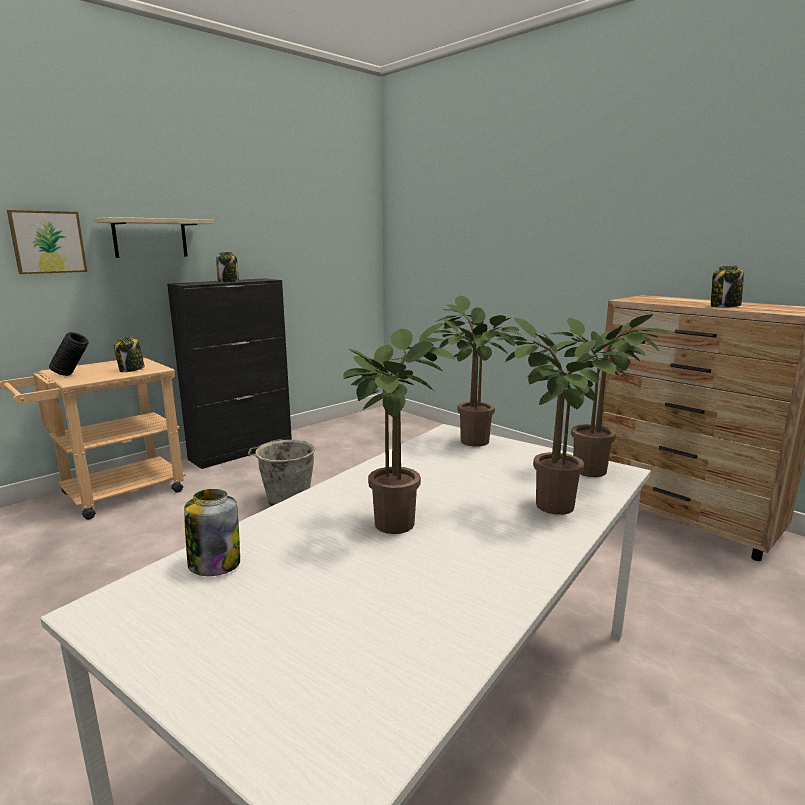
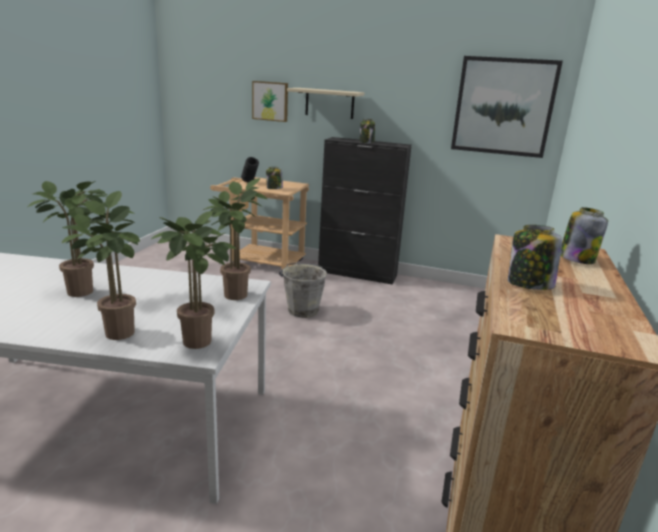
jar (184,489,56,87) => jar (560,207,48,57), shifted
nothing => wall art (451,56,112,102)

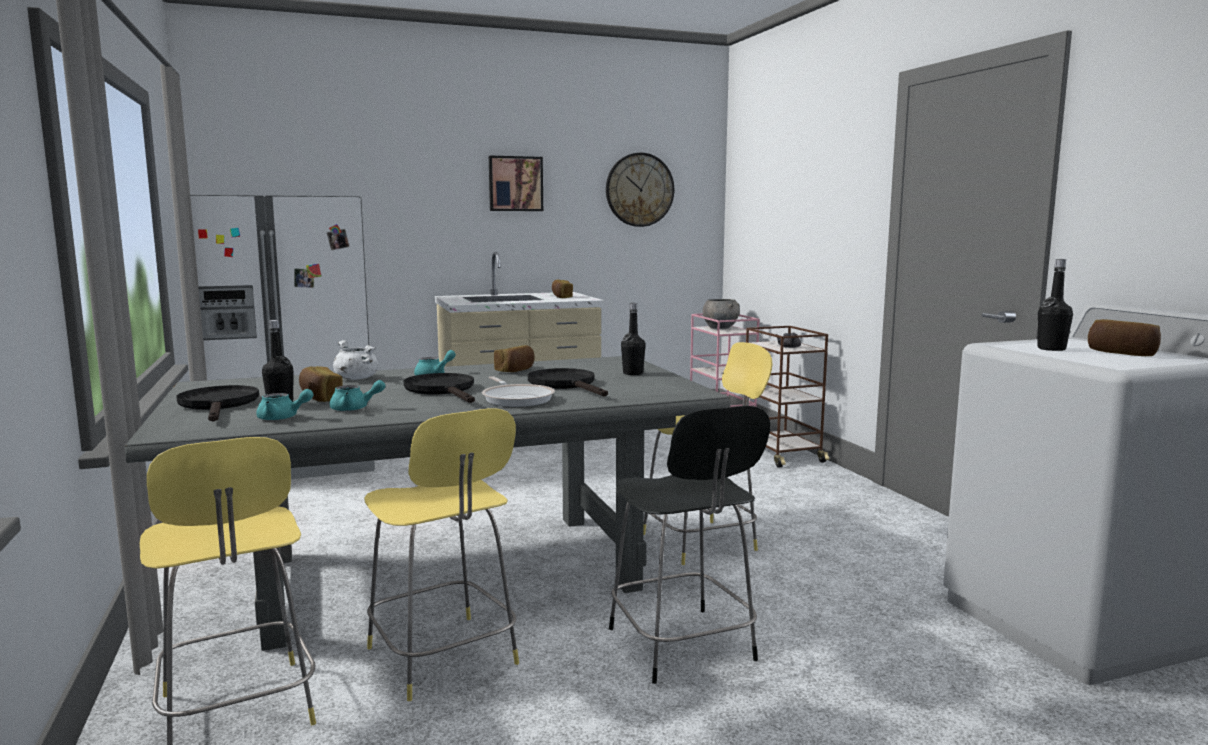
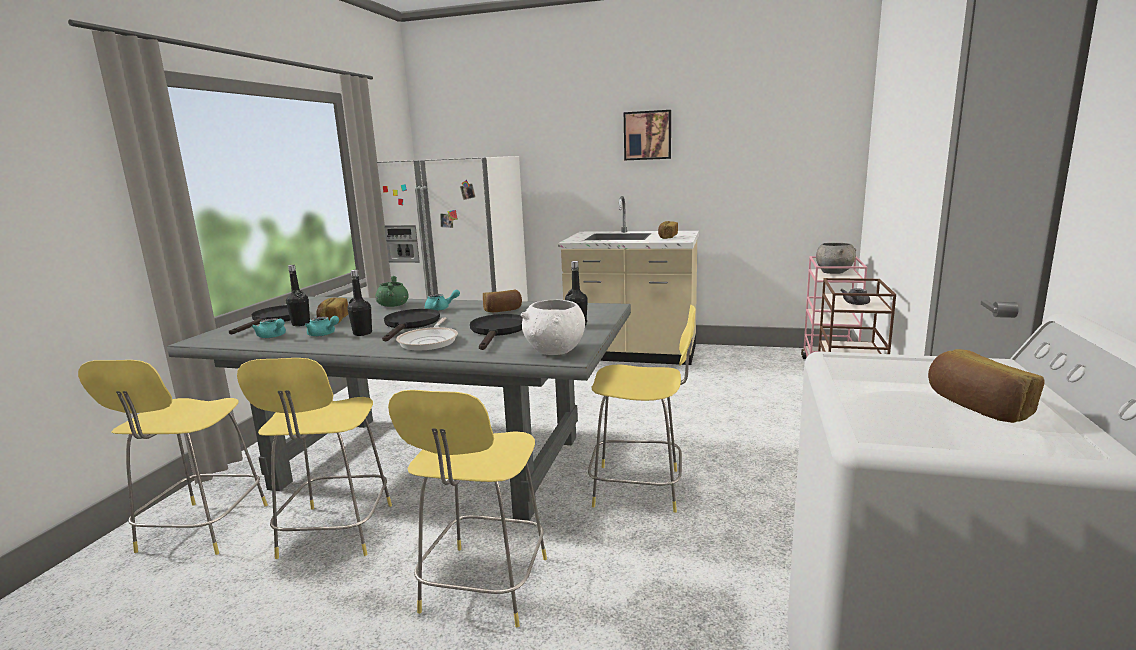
white saucepot (333,340,45,40) => green saucepot (375,276,34,31)
clock on the wall (606,152,68,75) => nothing
black-coloured stool (609,406,161,278) => yellow stool (388,390,159,237)
black-coloured bottle (1038,259,35,92) => black-coloured bottle (348,270,24,66), shifted
nothing => white serving bowl (521,300,64,55)

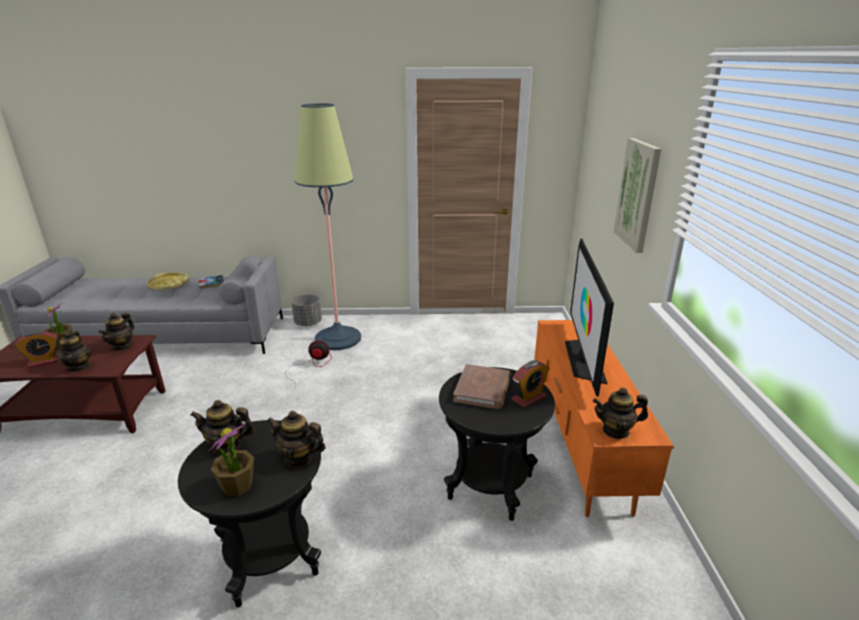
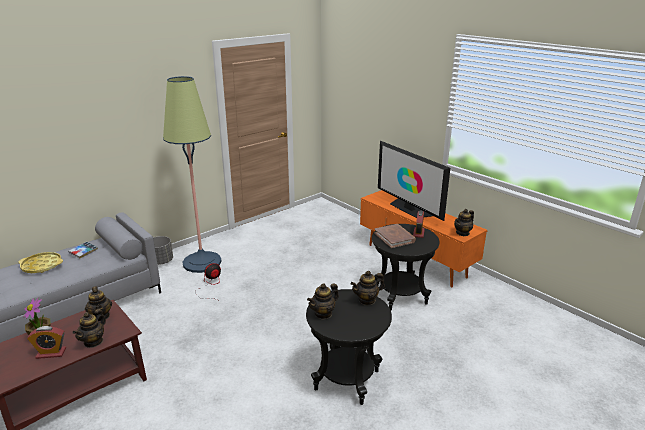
table clock (15,331,44,37) => table clock (27,326,39,33), 60 degrees clockwise
teapot (57,331,34,41) => teapot (73,309,33,39), 75 degrees clockwise
potted plant (208,423,46,73) => nothing
wall art (614,138,47,115) => nothing

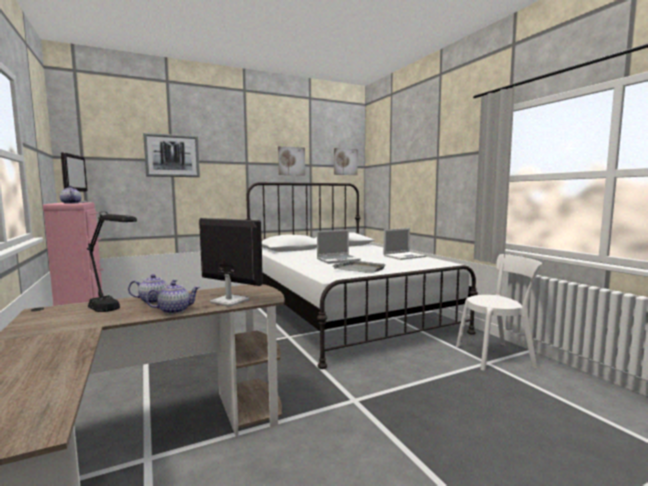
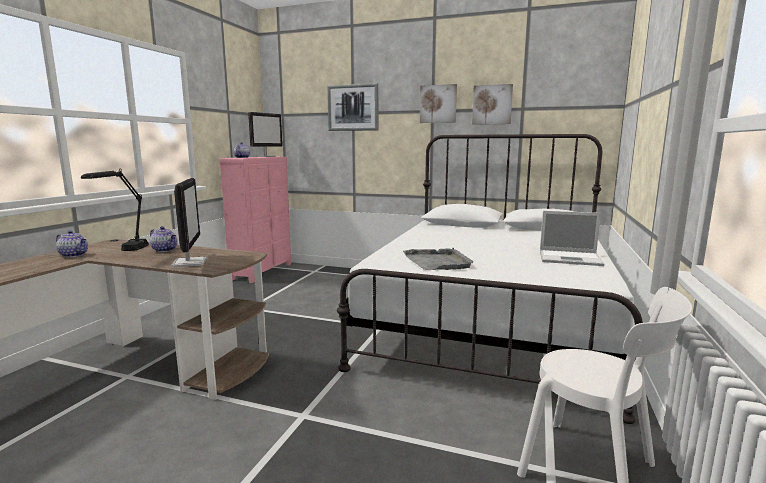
teapot (146,282,54,32) => teapot (56,230,32,27), shifted
portable computer (317,230,44,34) => nothing
wall art (334,148,24,27) => wall art (420,84,37,39), shifted

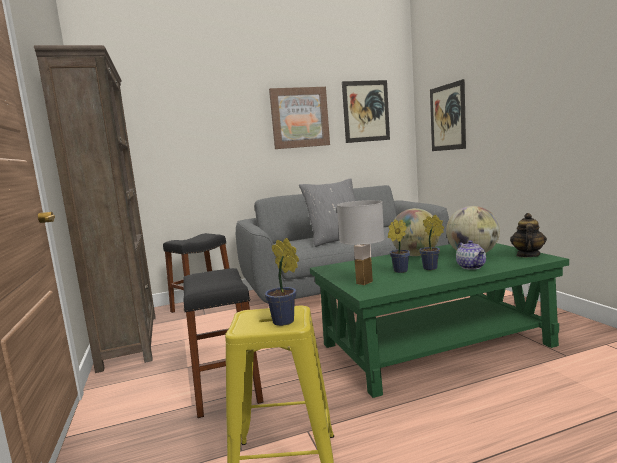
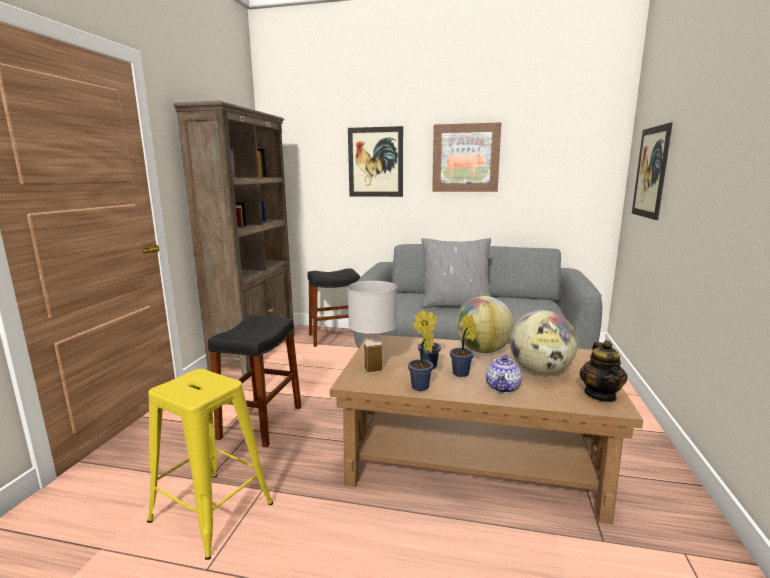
potted plant (265,238,34,88) => potted plant (408,324,26,67), shifted
green low table (310,243,259,155) => brown-coloured low table (330,335,313,189)
wall art (342,80,48,63) => wall art (348,126,55,71), shifted
teapot (510,213,37,44) => teapot (580,340,48,62), 135 degrees clockwise

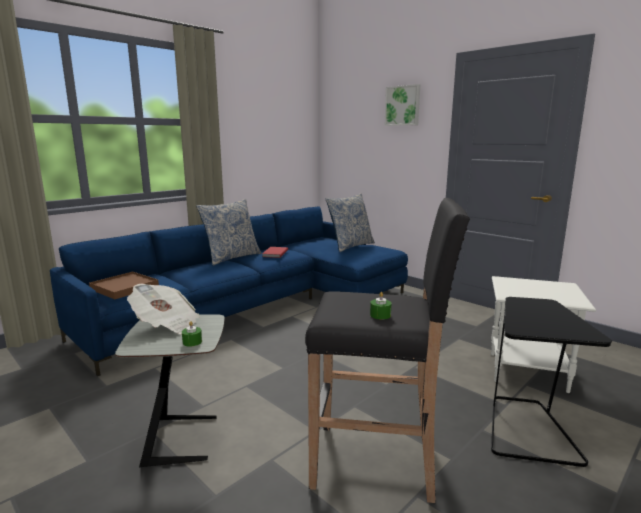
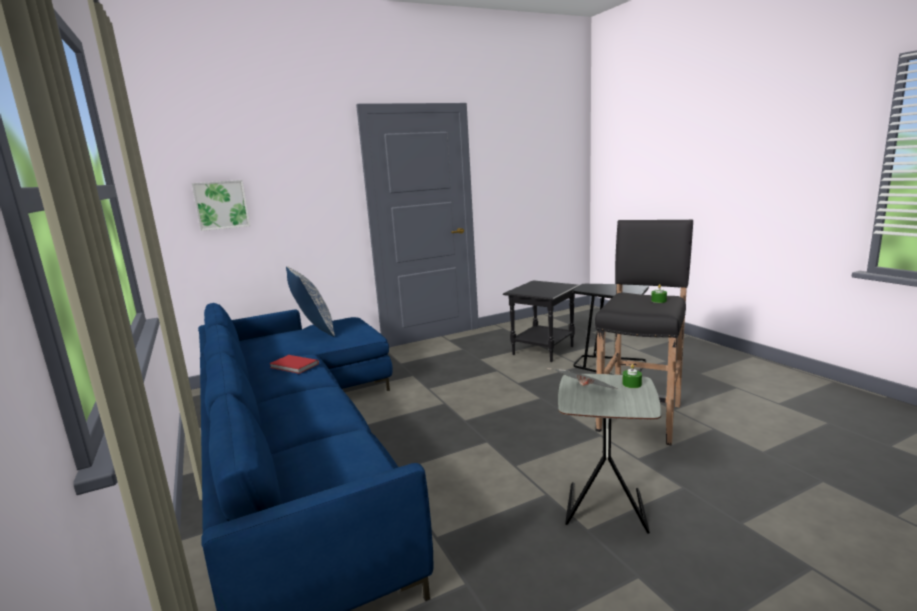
brown-coloured serving tray (89,272,70,27) => nothing
pillow (196,199,65,67) => nothing
wall art (385,84,35,42) => wall art (192,180,58,51), shifted
white side table (491,276,105,117) => black-coloured side table (503,280,76,82)

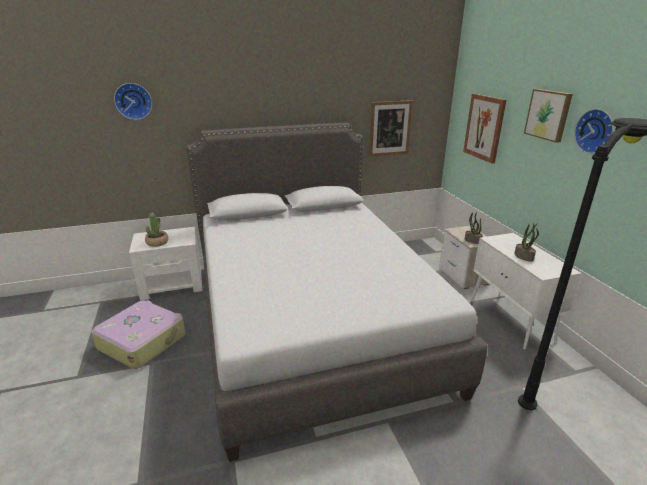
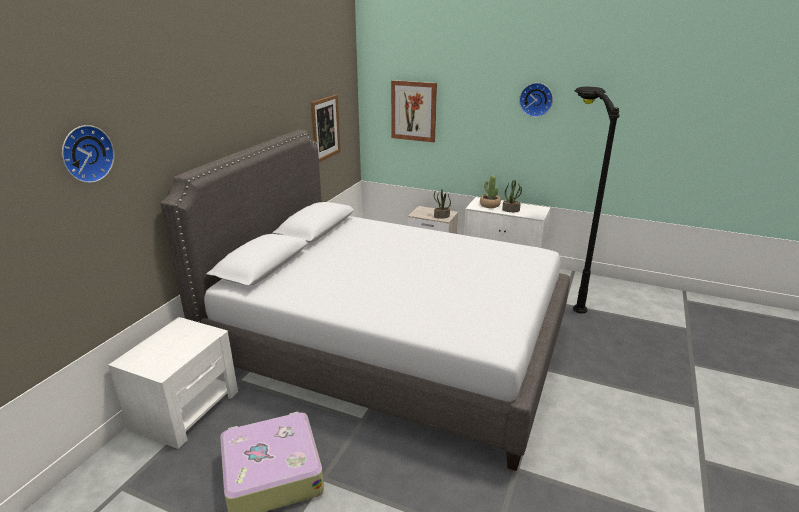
potted plant (145,213,23,34) => potted plant (480,175,21,33), shifted
wall art (524,89,49,54) => nothing

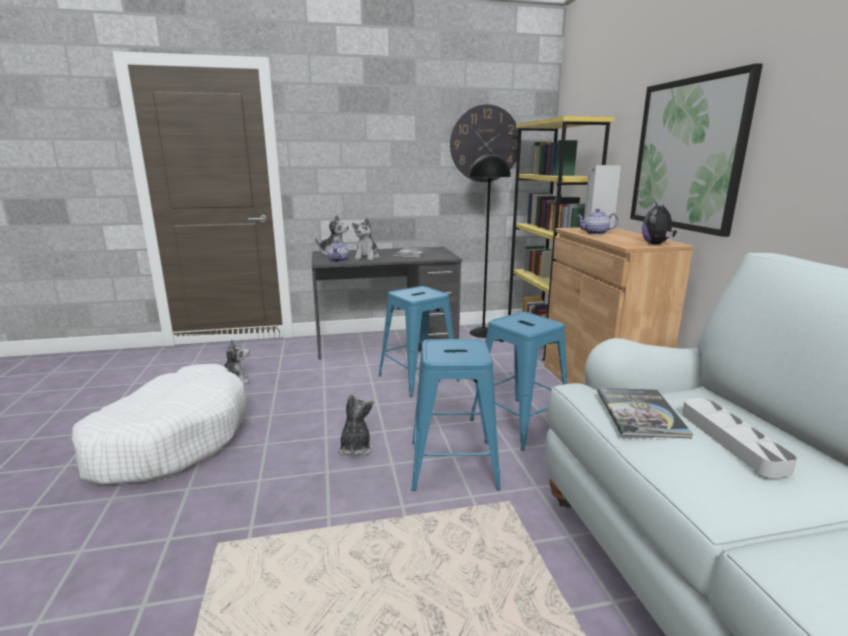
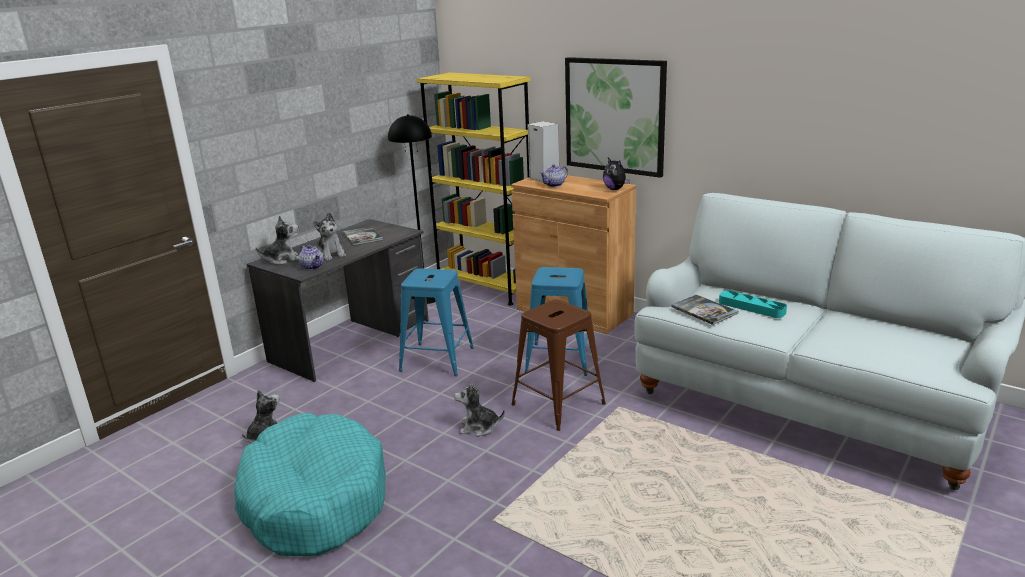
white dog bed (72,364,175,121) => turquoise dog bed (234,413,152,143)
plush toy (338,394,36,62) => plush toy (454,381,51,56), 45 degrees counterclockwise
bluish stool (411,339,90,152) => brown-coloured stool (511,300,95,131)
clock on the wall (450,104,68,78) => nothing
gray serving tray (682,398,115,80) => turquoise serving tray (719,290,68,28)

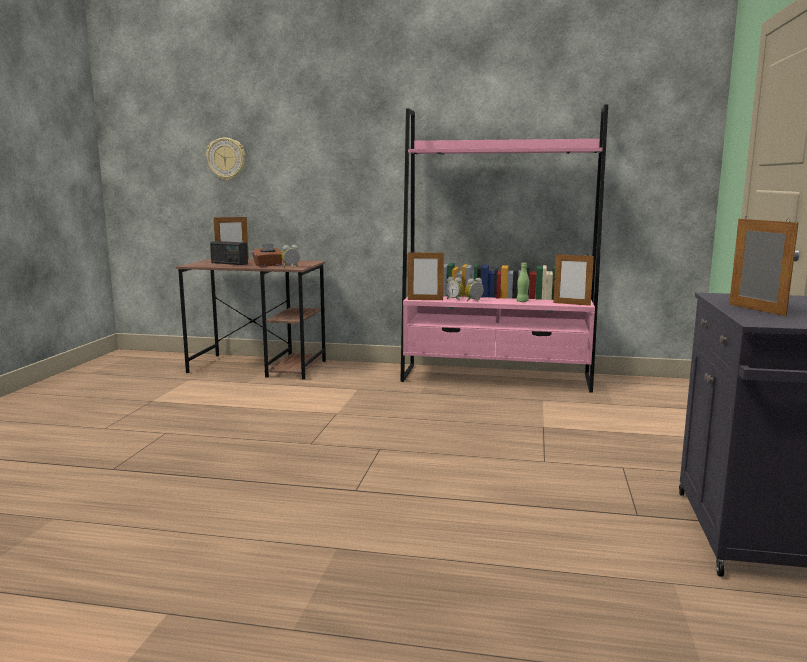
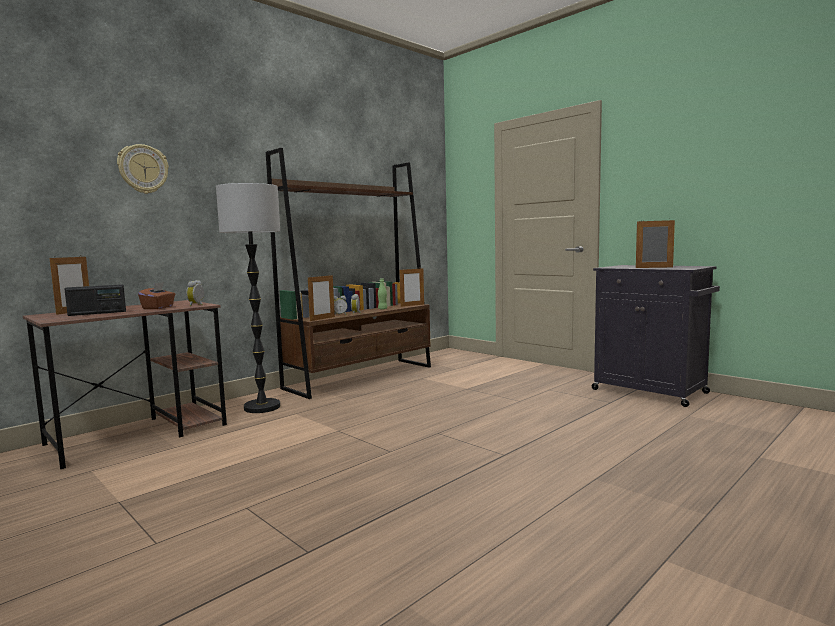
clock on the wall (206,137,39,43) => clock on the wall (117,144,52,50), shifted
pinkish shelving unit (400,104,208,289) => brown-coloured shelving unit (266,148,165,251)
nothing => standard lamp (216,183,64,230)

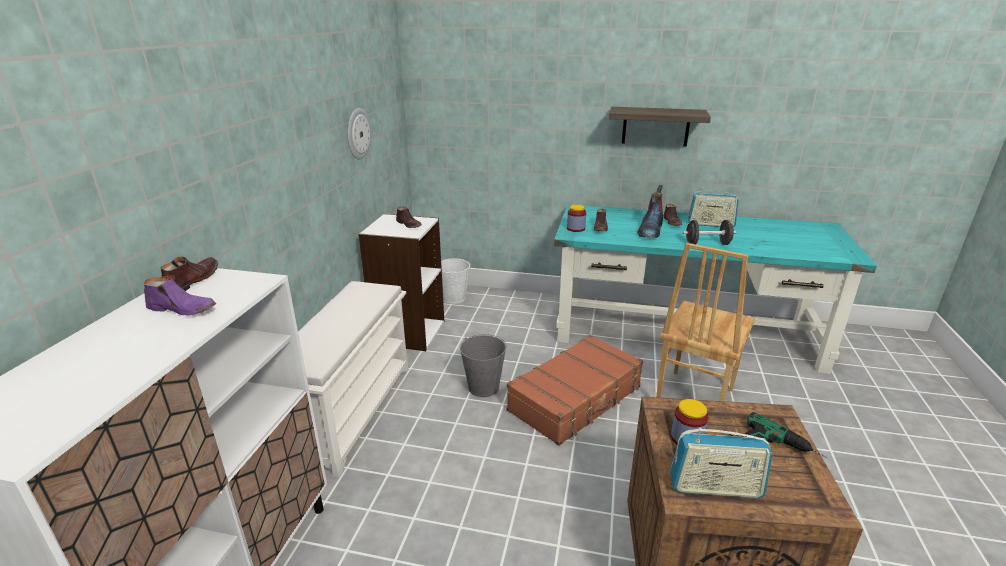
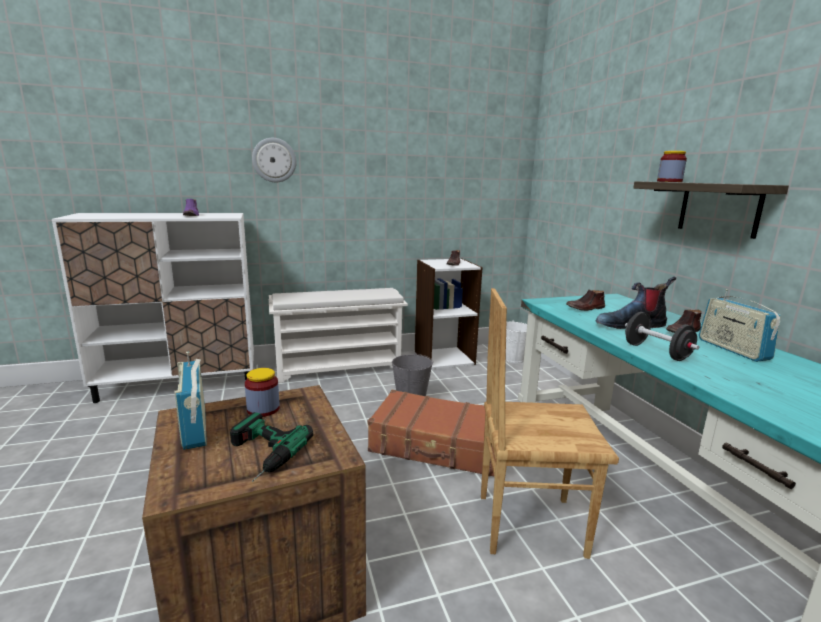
brown-coloured low shoe (161,257,57,34) => nothing
clock on the wall (347,108,24,52) => clock on the wall (252,138,44,44), shifted
jar (567,205,19,27) => jar (657,151,30,31), shifted

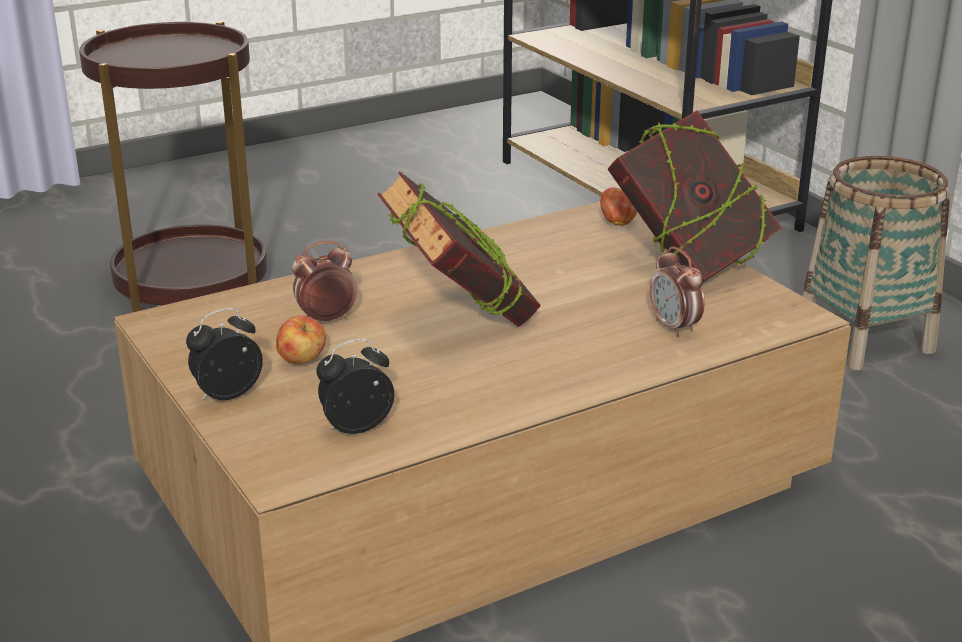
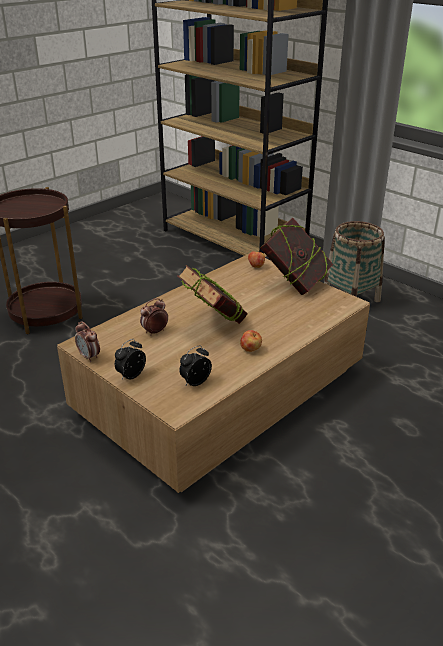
apple (276,315,50,49) => apple (240,330,22,22), shifted
table clock (650,246,55,91) => table clock (75,321,25,41), shifted

